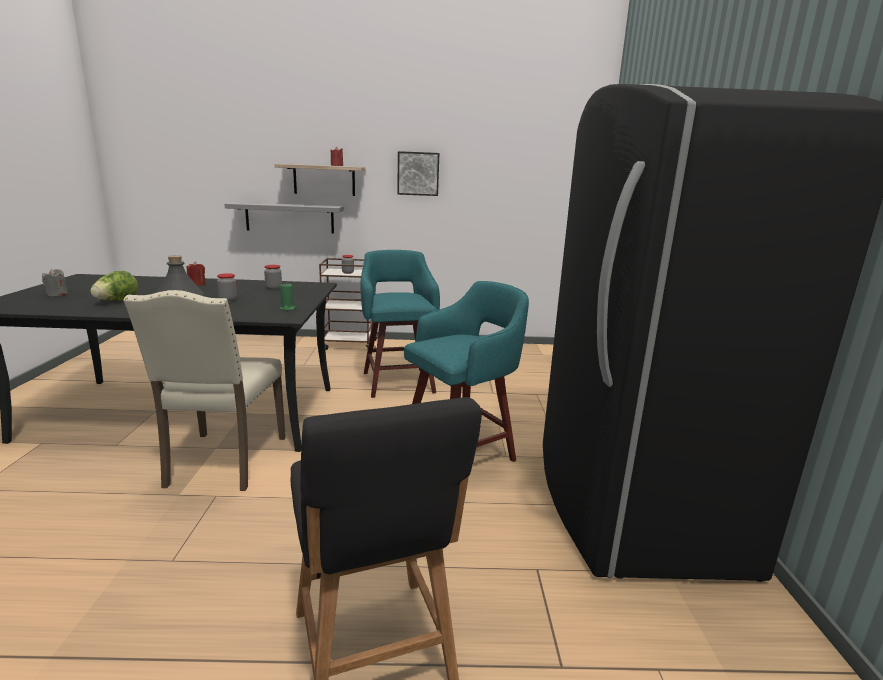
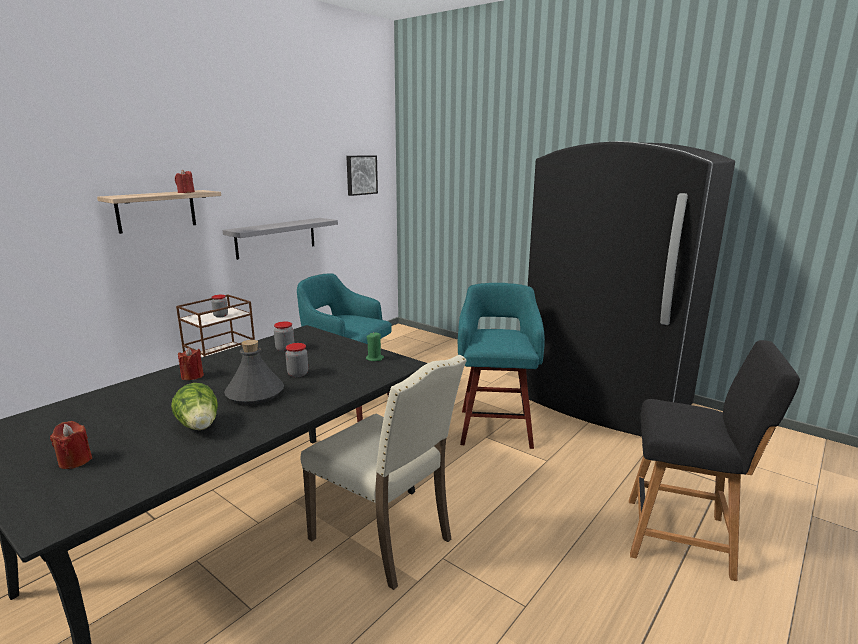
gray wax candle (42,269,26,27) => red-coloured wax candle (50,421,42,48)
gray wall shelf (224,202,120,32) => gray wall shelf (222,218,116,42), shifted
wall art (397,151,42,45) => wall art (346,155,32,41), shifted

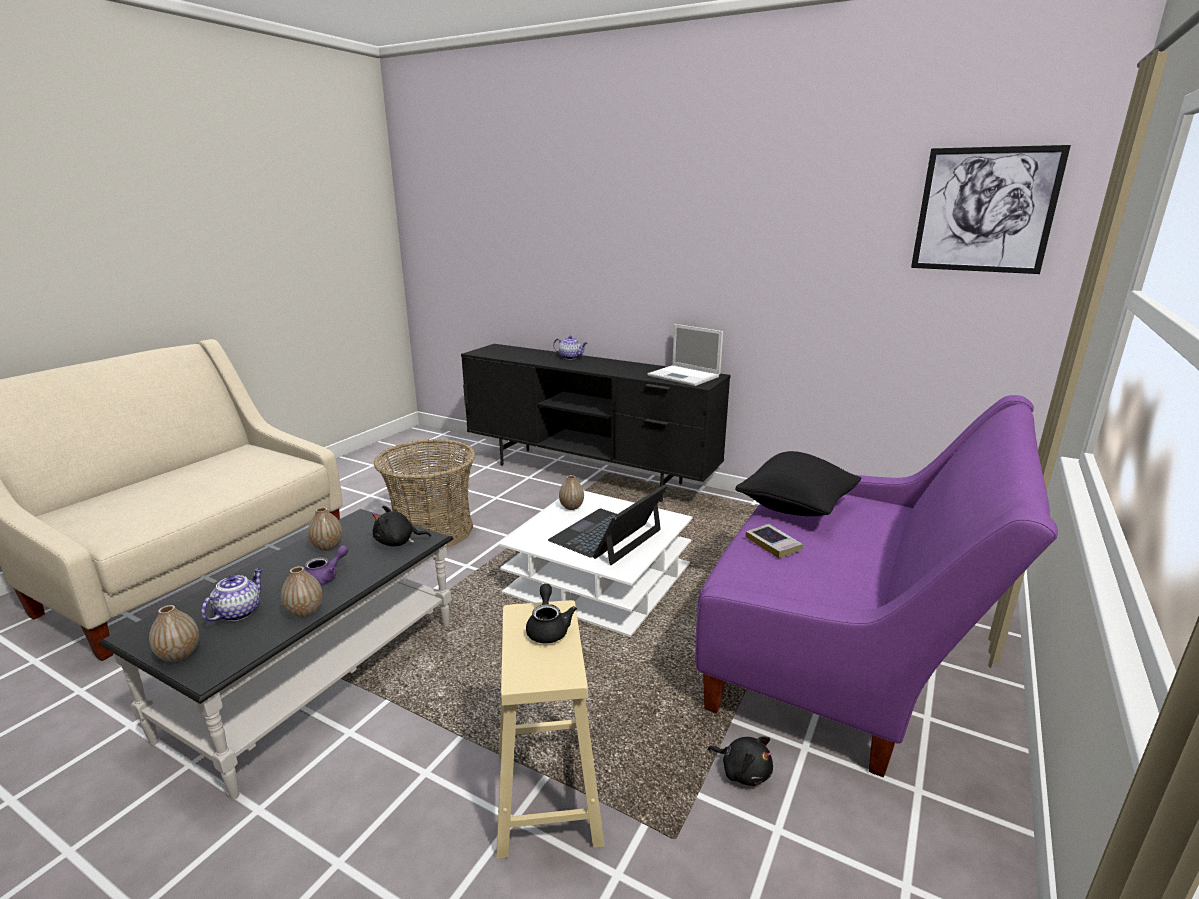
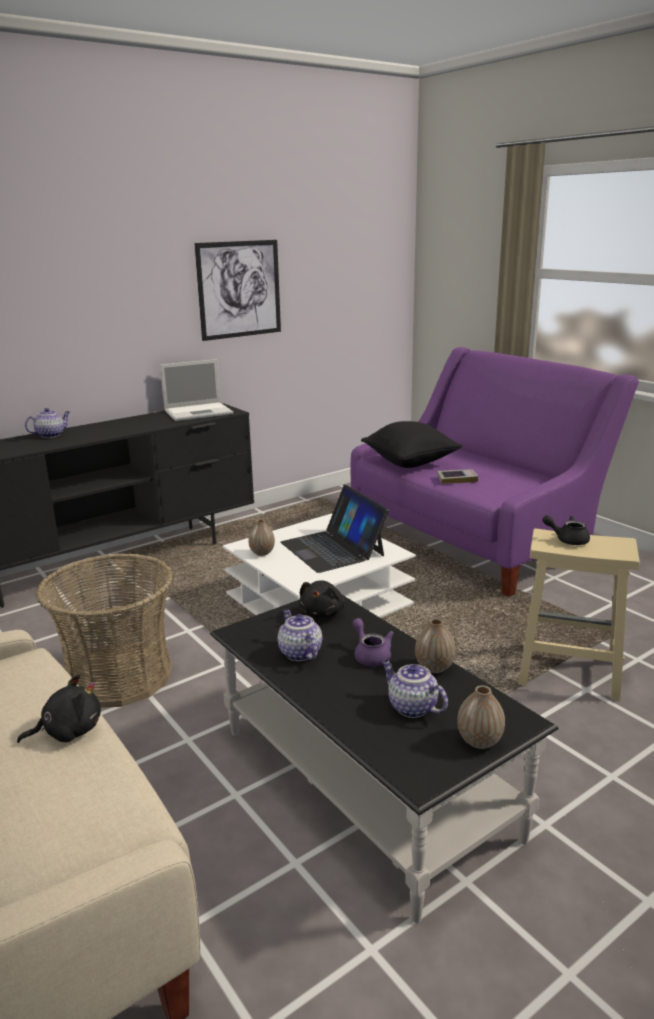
decorative vase (308,507,35,44) => teapot (278,609,44,52)
black-coloured plush toy (708,736,65,50) => black-coloured plush toy (17,674,84,69), shifted
wall art (911,145,160,129) => wall art (194,240,87,101), shifted

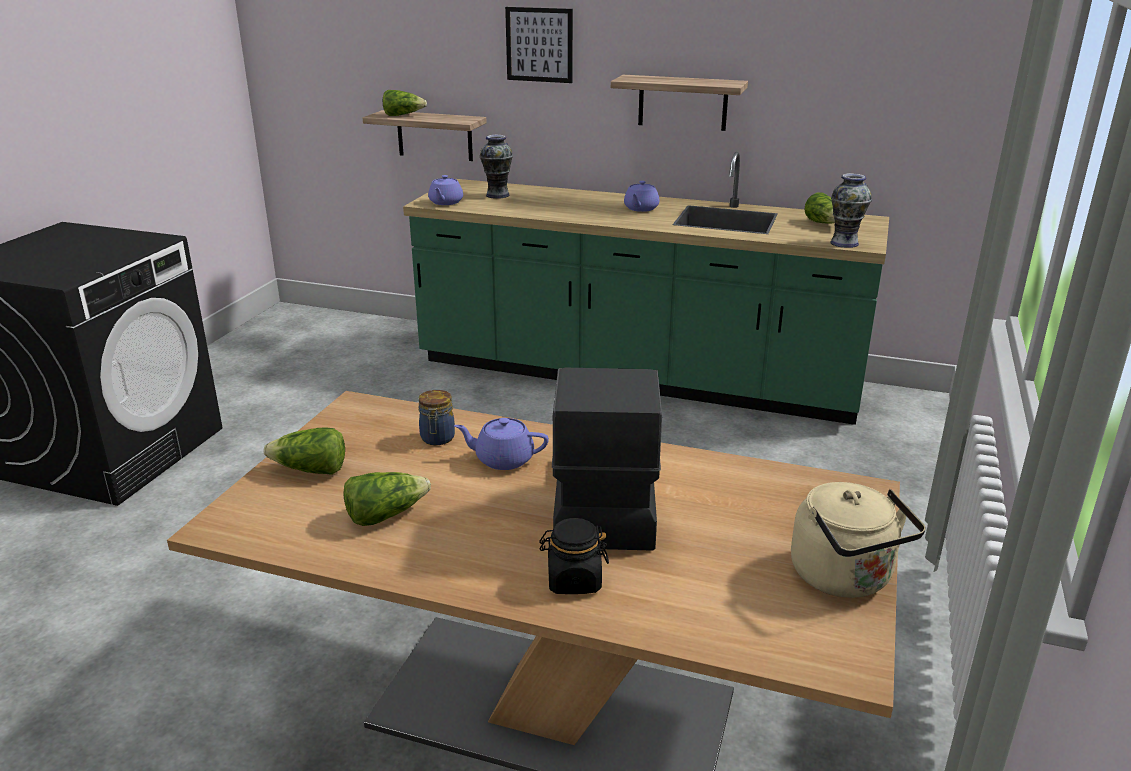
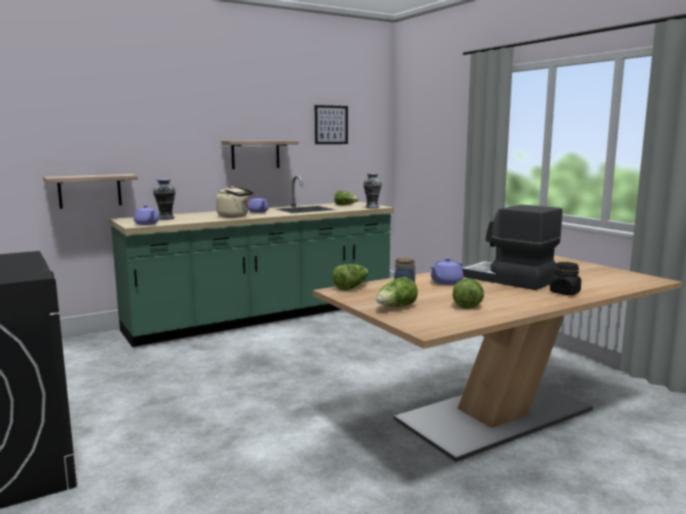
head of lettuce (383,90,44,26) => head of lettuce (332,264,36,27), shifted
wall art (505,7,68,76) => wall art (315,105,33,39), shifted
beige-coloured water kettle (791,482,135,116) => beige-coloured water kettle (216,186,38,32), shifted

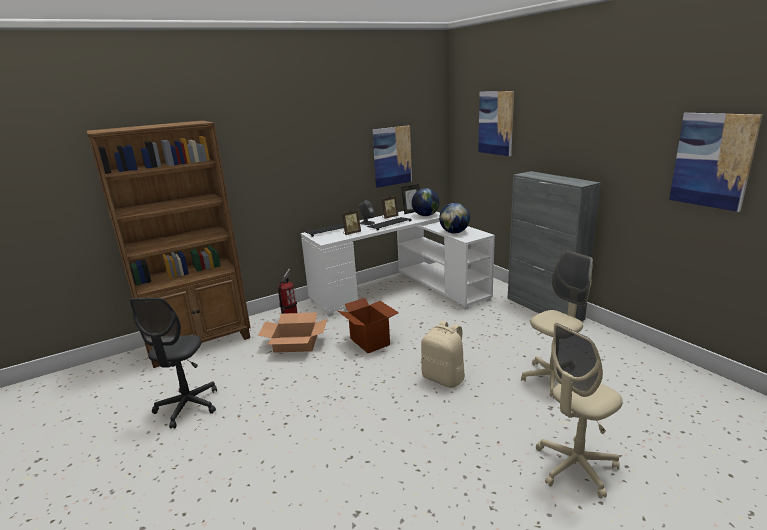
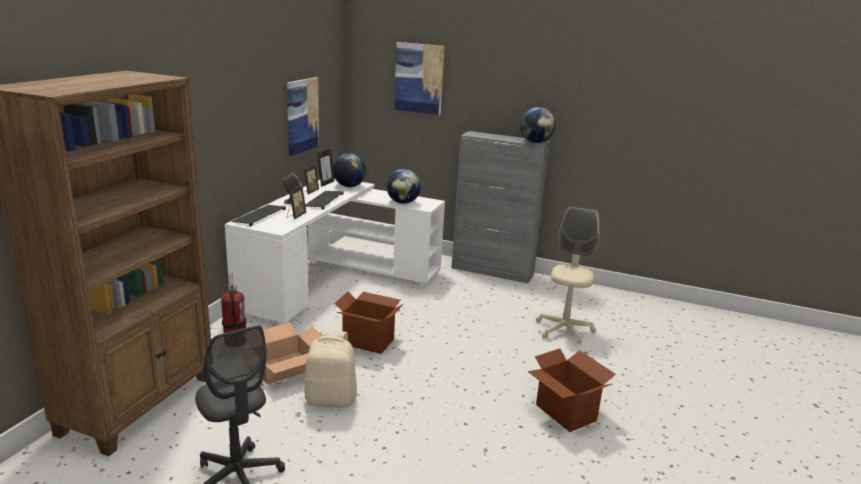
beige-coloured knapsack (421,321,44,67) => beige-coloured knapsack (305,330,52,78), shifted
beige-coloured office chair (536,323,87,176) => nothing
wall art (669,113,93,99) => nothing
nothing => desk globe (520,107,35,36)
nothing => packing box (528,349,88,83)

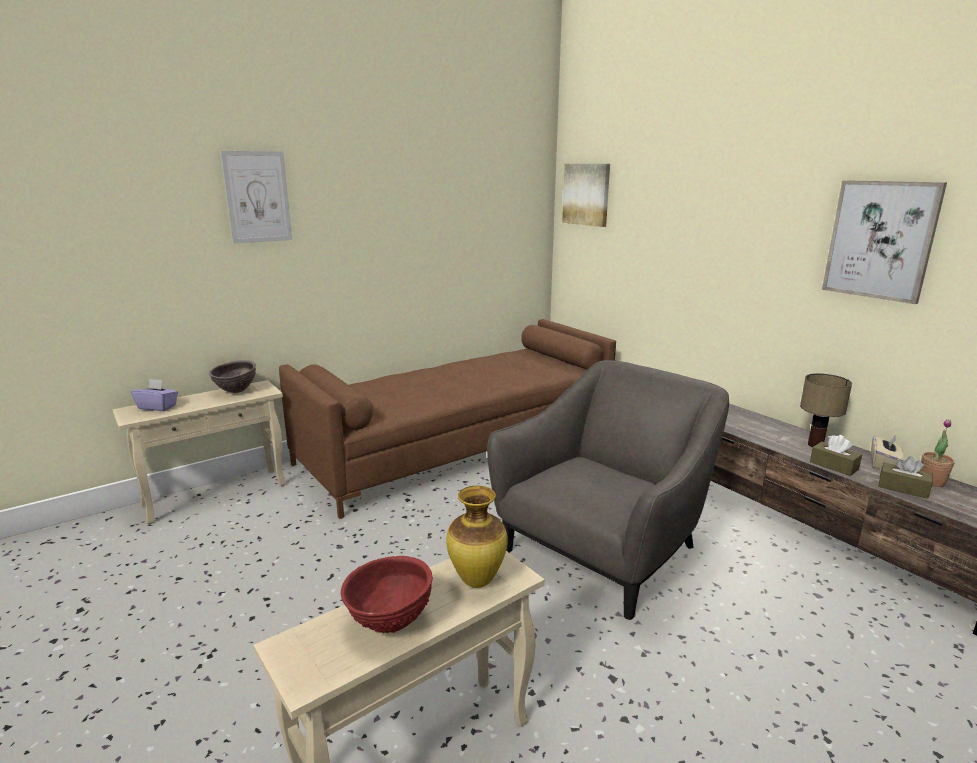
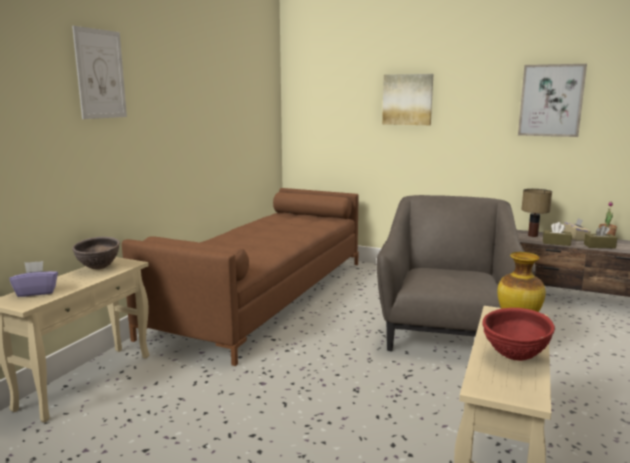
wall art (562,164,48,63) => wall art (382,74,51,51), shifted

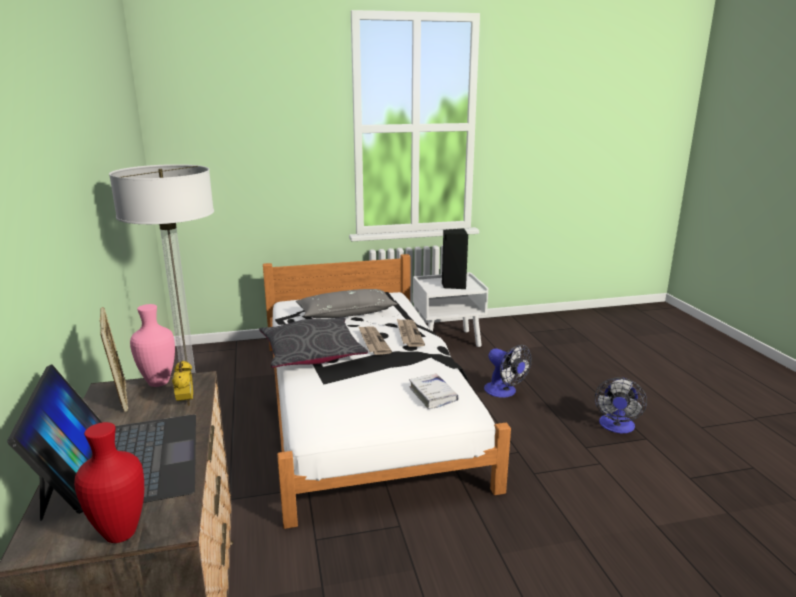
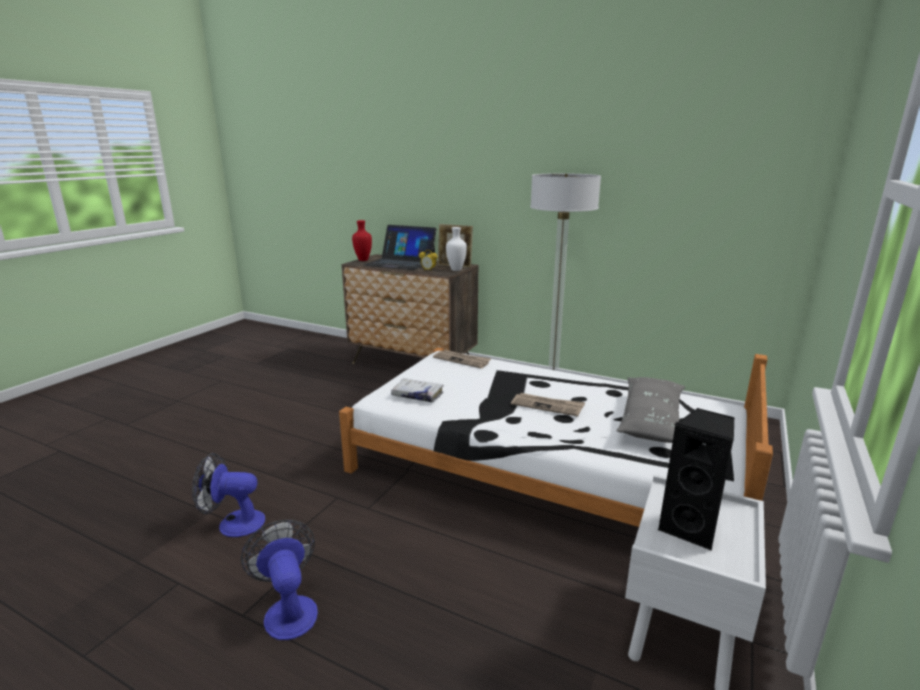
pinkish decorative vase (130,304,45,83) => white decorative vase (446,227,21,44)
gray pillow (259,317,109,51) => nothing
printed paper (397,319,28,28) => printed paper (433,350,58,18), shifted
cooling fan (484,345,48,53) => cooling fan (192,453,73,84), shifted

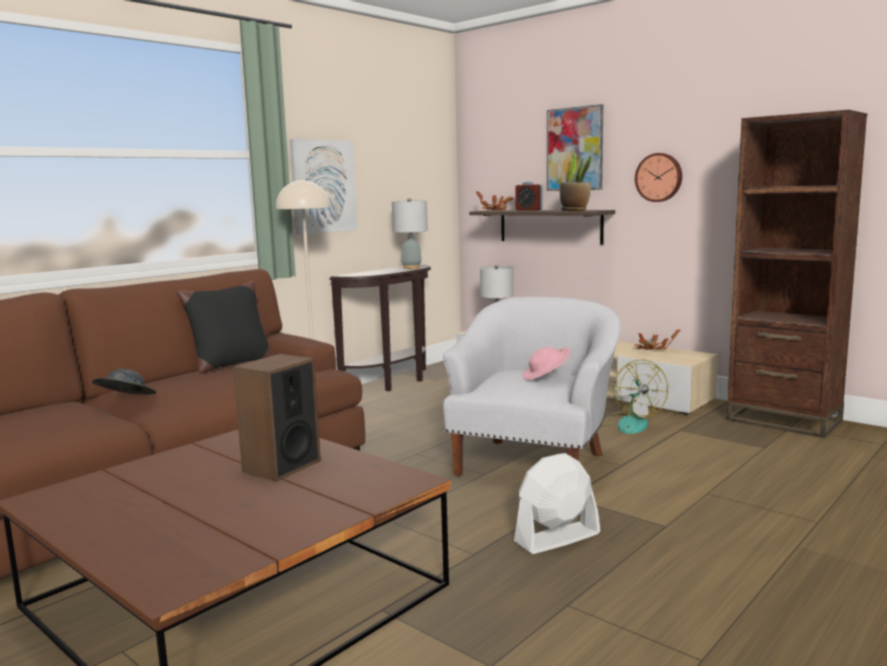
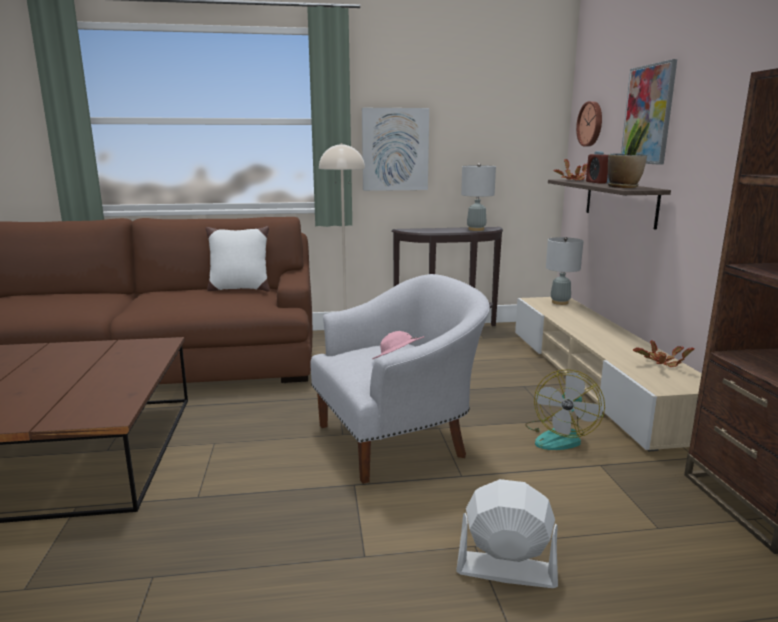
gray wearable hat (92,369,64,26) => nothing
black-coloured pillow (176,281,97,92) => white pillow (206,226,64,65)
audio speaker (233,354,88,128) => nothing
white cooling fan (514,453,87,101) => white cooling fan (456,479,102,109), shifted
clock on the wall (635,153,47,49) => clock on the wall (576,101,26,45), shifted

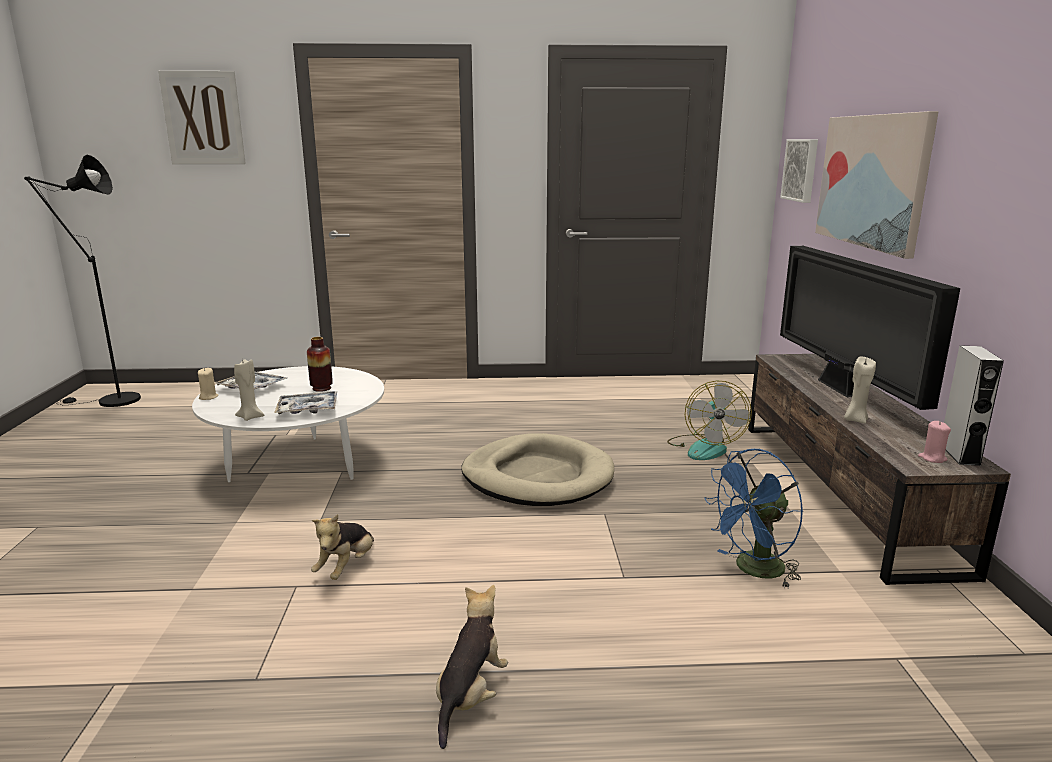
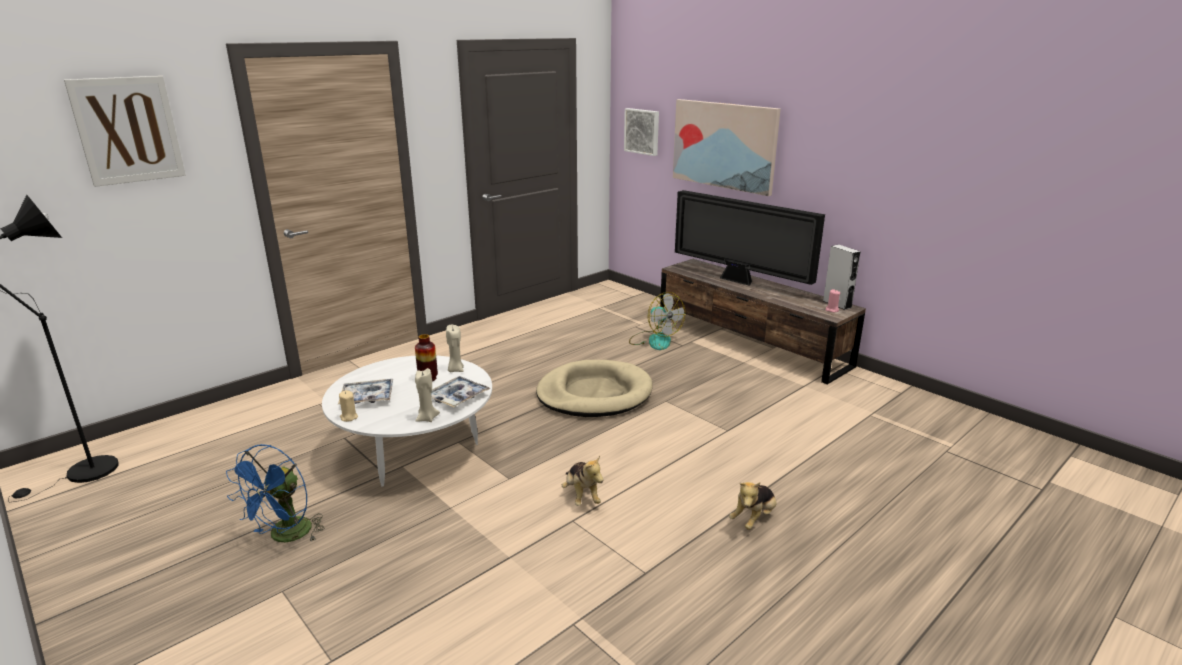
plush toy (436,585,72,164) => plush toy (729,482,48,48), 120 degrees counterclockwise
bluish cooling fan (704,449,99,139) => bluish cooling fan (226,444,99,98), shifted
beige-coloured wax candle (844,357,32,66) => beige-coloured wax candle (446,325,18,47), shifted

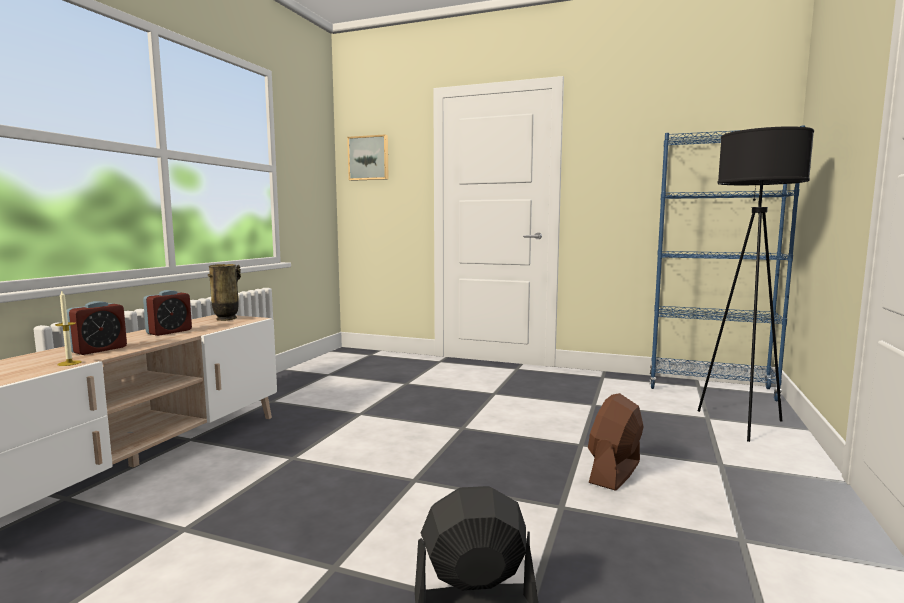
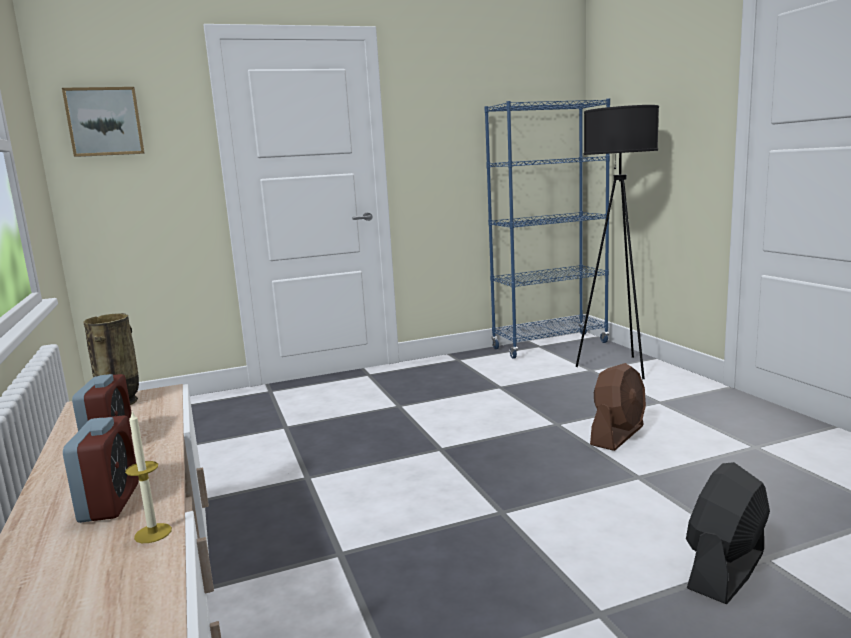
brown-coloured cooling fan (588,393,56,98) => brown-coloured cooling fan (590,363,56,88), 135 degrees counterclockwise

